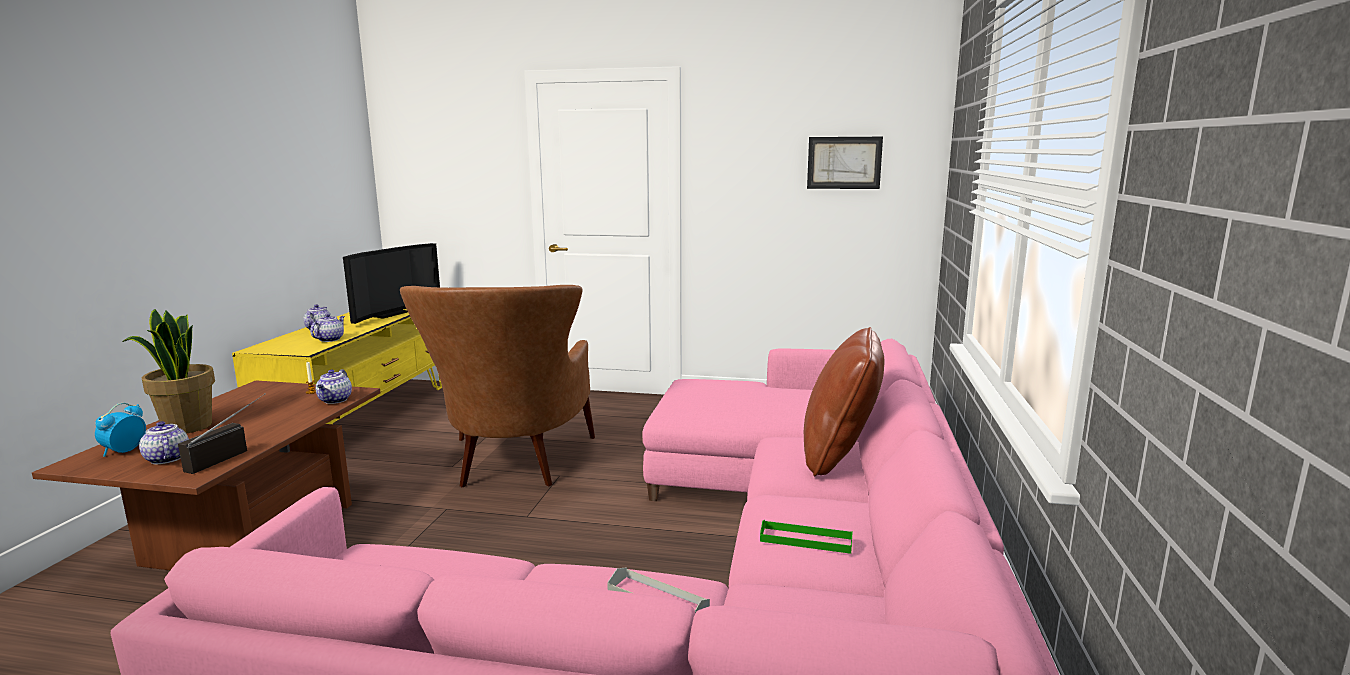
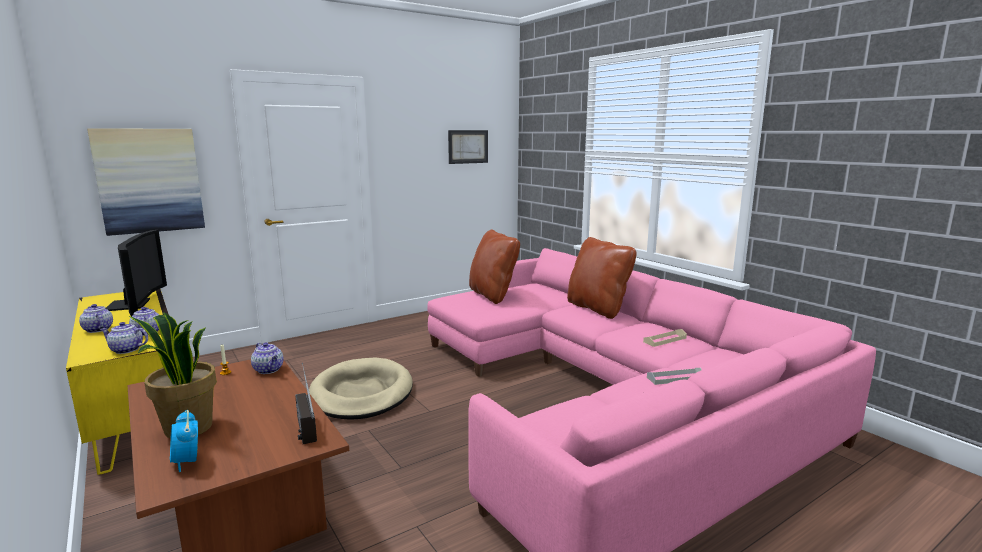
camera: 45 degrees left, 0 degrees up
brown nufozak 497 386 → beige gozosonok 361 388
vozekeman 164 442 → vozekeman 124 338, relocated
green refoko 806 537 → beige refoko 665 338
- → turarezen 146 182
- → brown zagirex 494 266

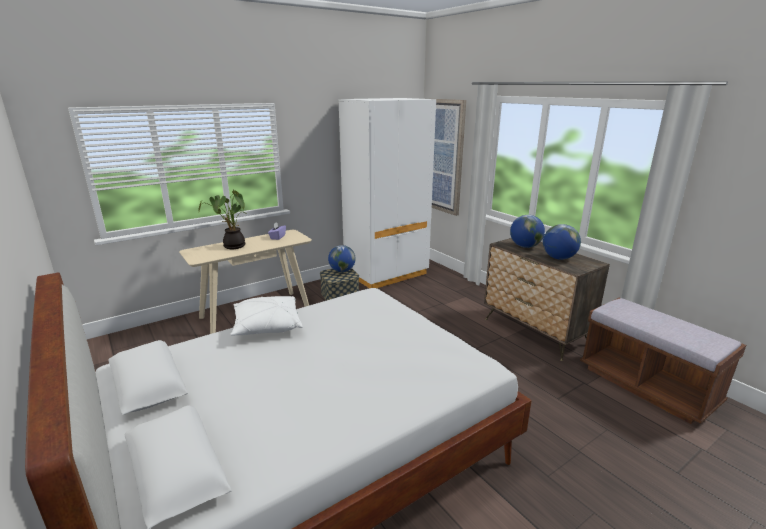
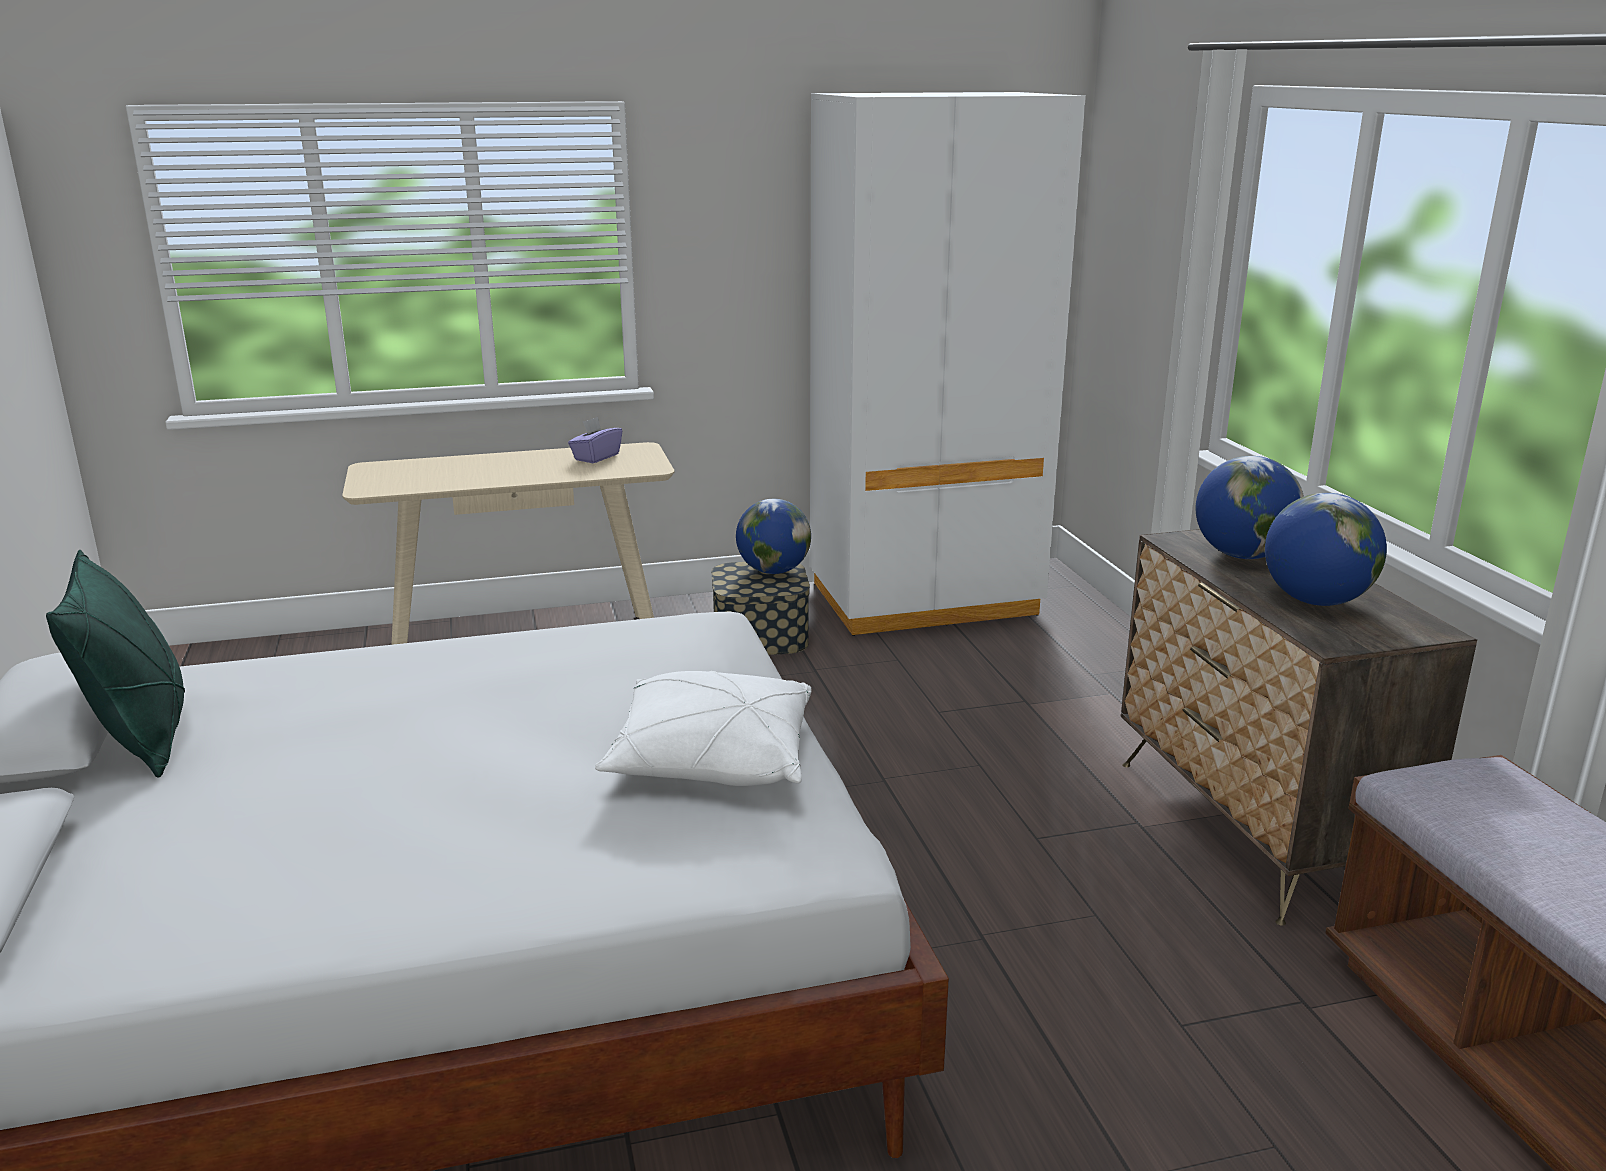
camera: 20 degrees right, 0 degrees up
turarezen 449 157 → -
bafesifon 222 219 → -
white zagirex 266 316 → white zagirex 703 728, relocated
- → green zagirex 115 664

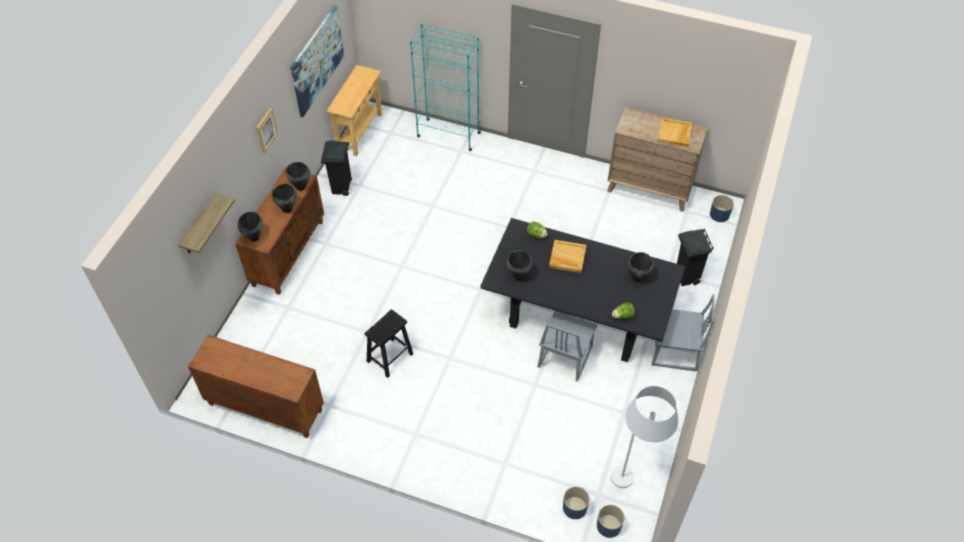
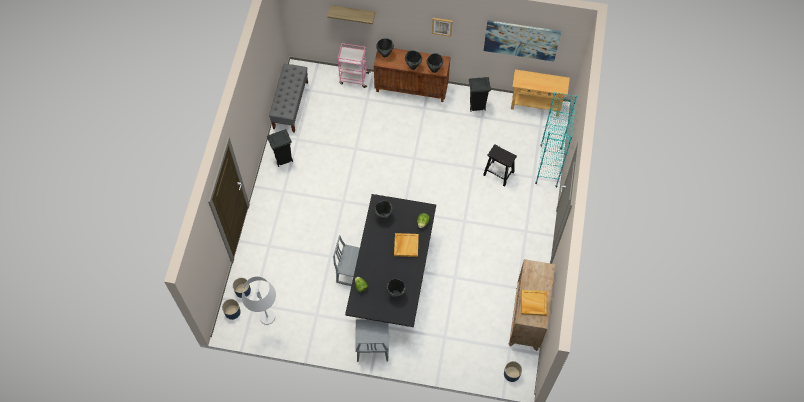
camera: 80 degrees right, 10 degrees up
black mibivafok 695 257 → black mibivafok 280 148, relocated
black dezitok 388 343 → black dezitok 500 165, relocated
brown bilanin 256 386 → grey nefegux 288 98
- → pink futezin 354 65

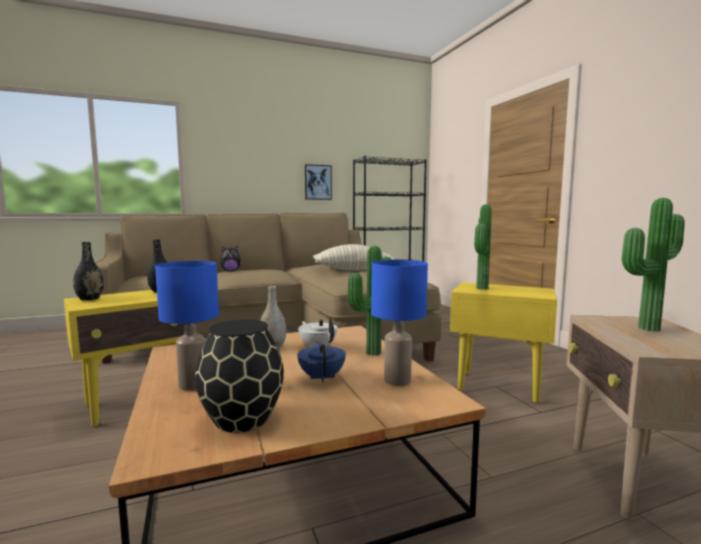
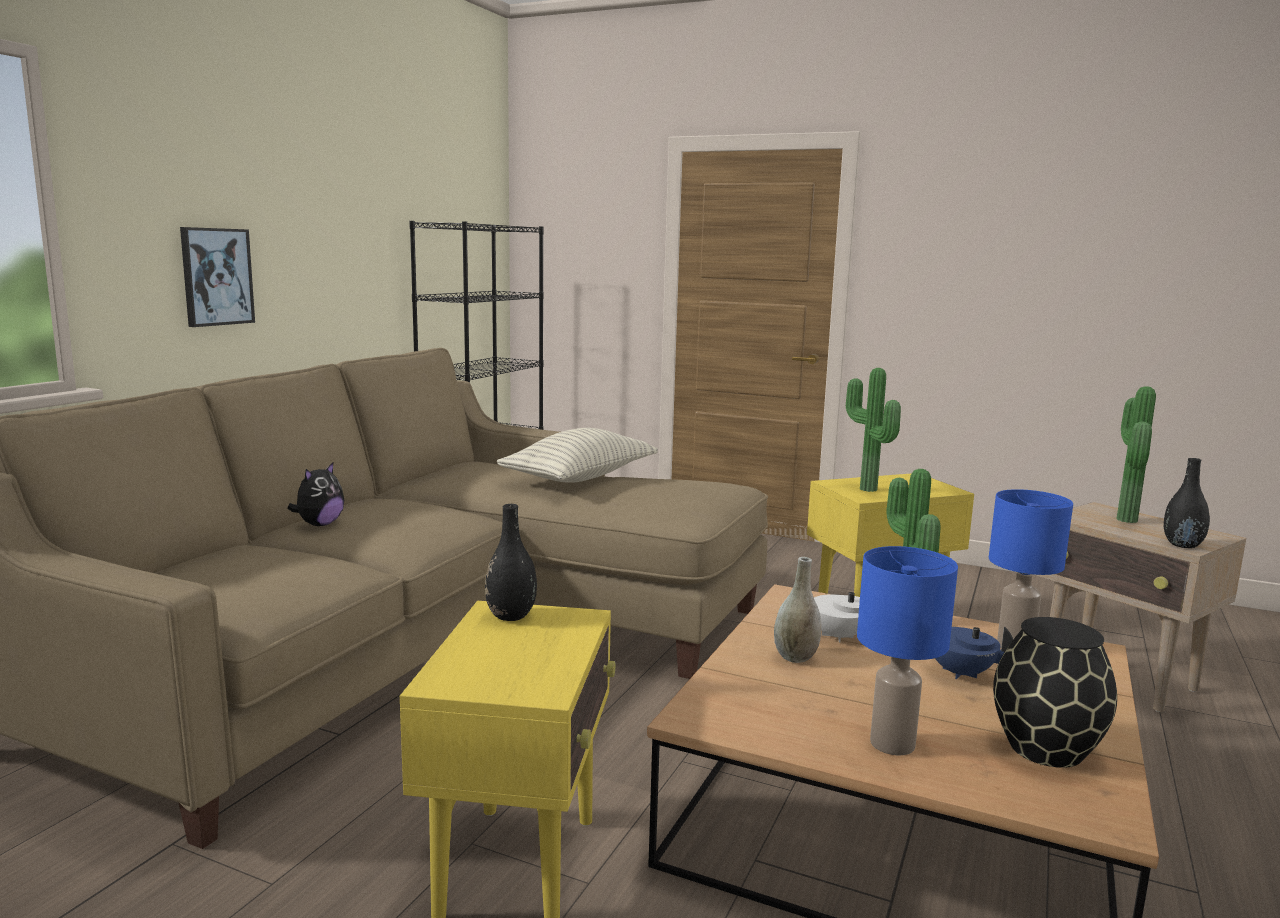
camera: 45 degrees left, 5 degrees up
turarezen 318 182 → turarezen 217 277, relocated
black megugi 88 271 → black megugi 1187 503, relocated

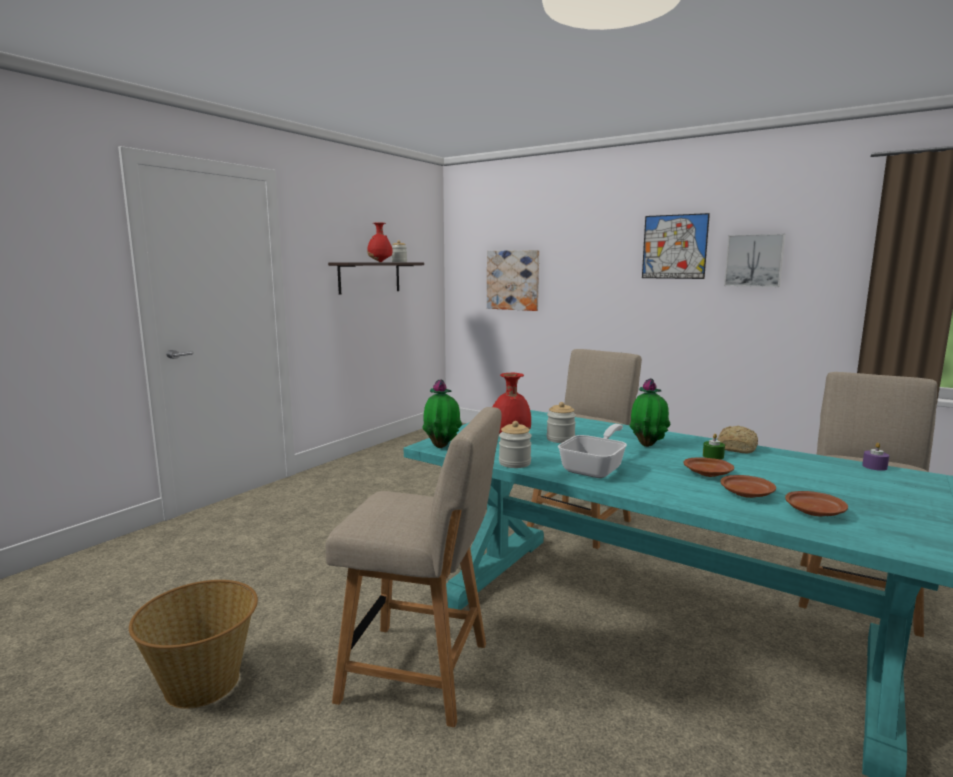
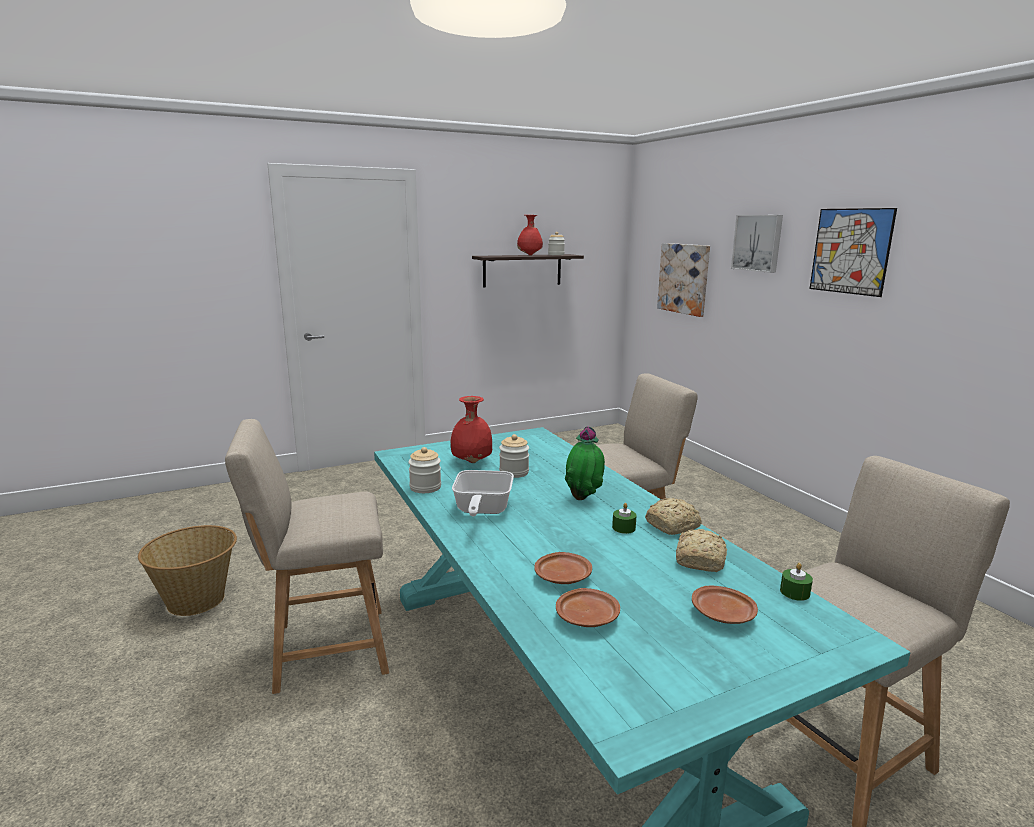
camera: 30 degrees right, 5 degrees up
turarezen 754 260 → turarezen 757 244, relocated
bafesifon 442 413 → -
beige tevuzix 414 567 → beige tevuzix 307 556, 120 degrees clockwise
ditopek 592 451 → ditopek 483 493, 120 degrees clockwise
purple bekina 875 457 → green bekina 796 582
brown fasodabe 709 467 → brown fasodabe 725 605, relocated
- → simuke 701 550

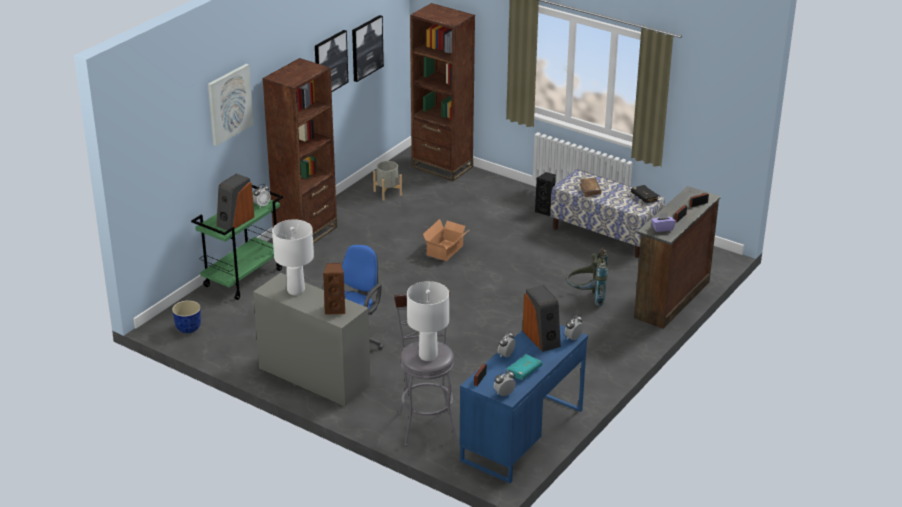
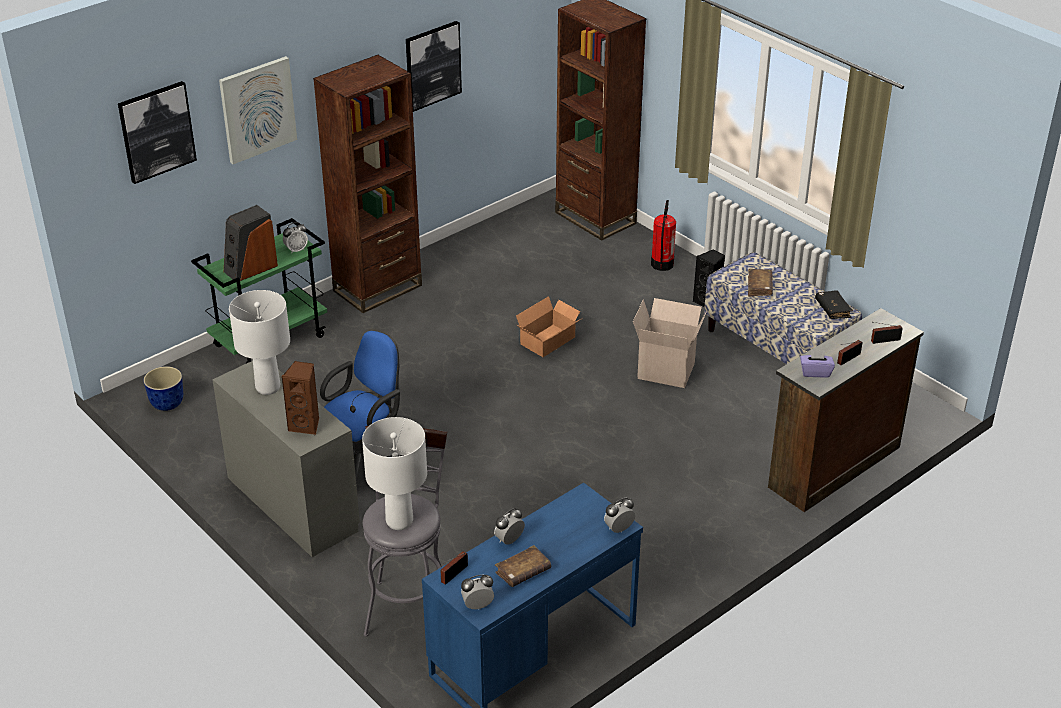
camera: 15 degrees right, 5 degrees up
turarezen 368 48 → turarezen 157 132, relocated
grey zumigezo 387 181 → -
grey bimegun 587 276 → -
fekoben 541 318 → -
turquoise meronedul 524 367 → brown meronedul 523 566
- → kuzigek 663 235
- → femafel 670 343

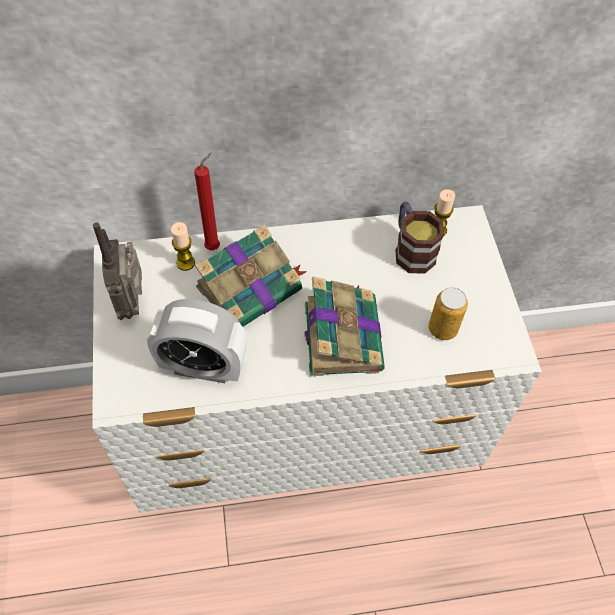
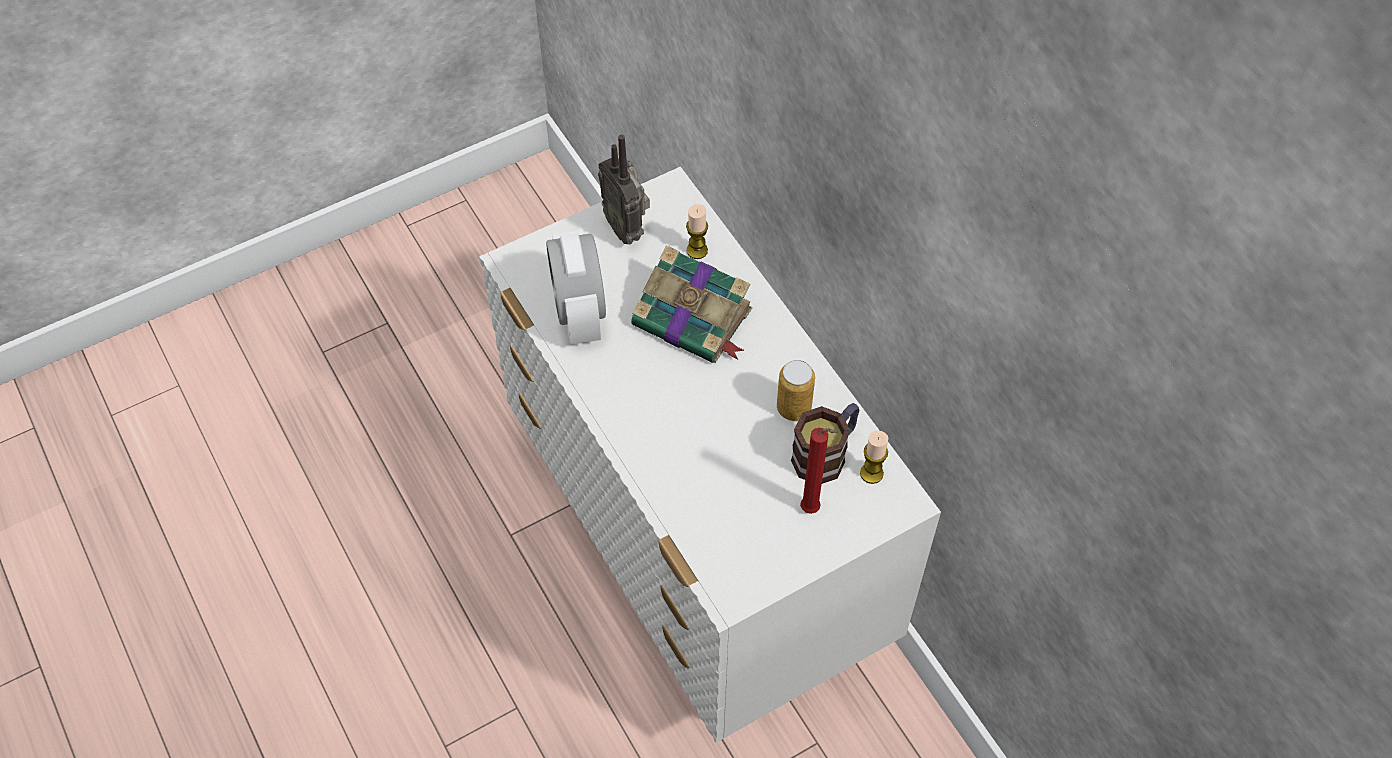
camera: 70 degrees right, 0 degrees up
red bekina 207 201 → red bekina 819 471, relocated
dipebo 117 271 → dipebo 624 189, 90 degrees counterclockwise
meronedul 345 326 → -
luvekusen 448 313 → luvekusen 796 390, relocated

